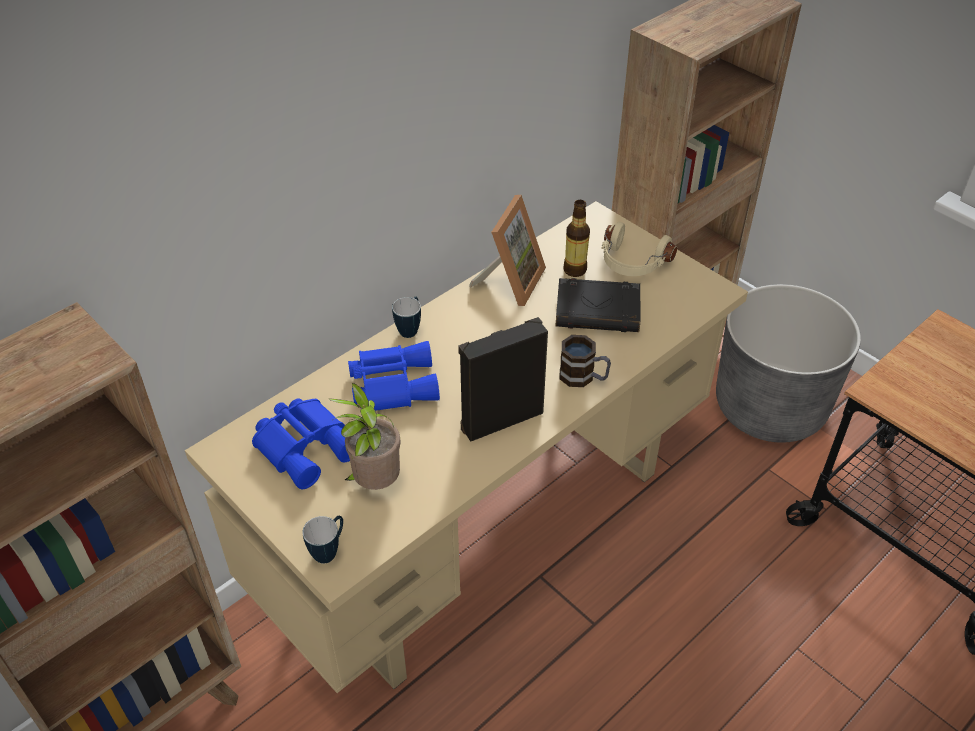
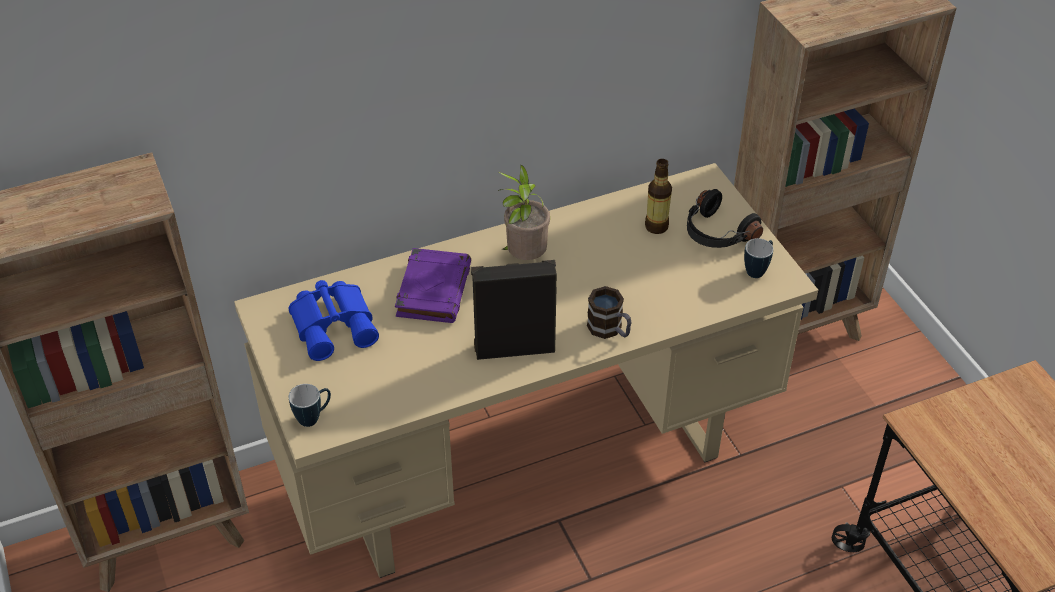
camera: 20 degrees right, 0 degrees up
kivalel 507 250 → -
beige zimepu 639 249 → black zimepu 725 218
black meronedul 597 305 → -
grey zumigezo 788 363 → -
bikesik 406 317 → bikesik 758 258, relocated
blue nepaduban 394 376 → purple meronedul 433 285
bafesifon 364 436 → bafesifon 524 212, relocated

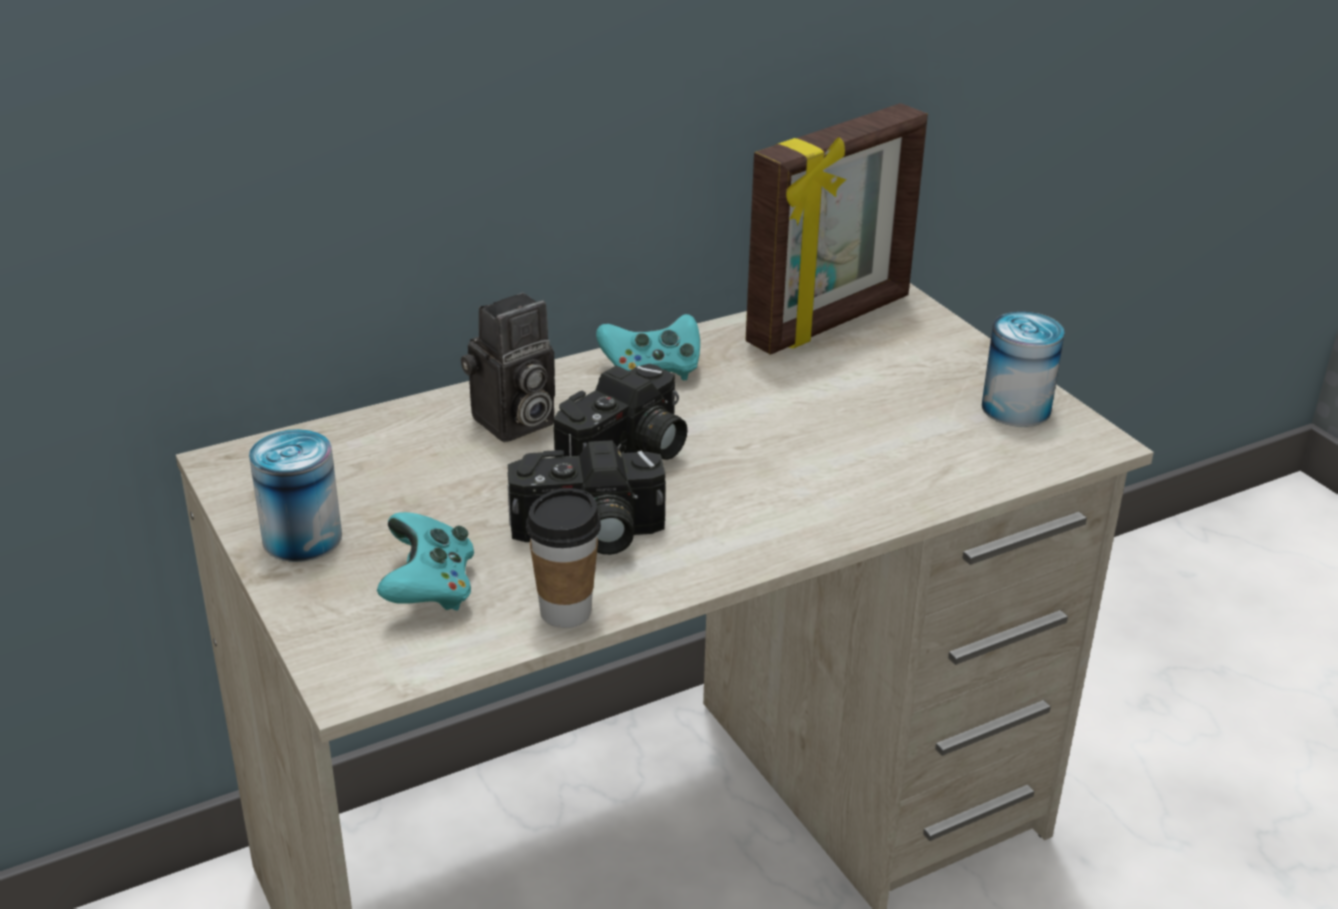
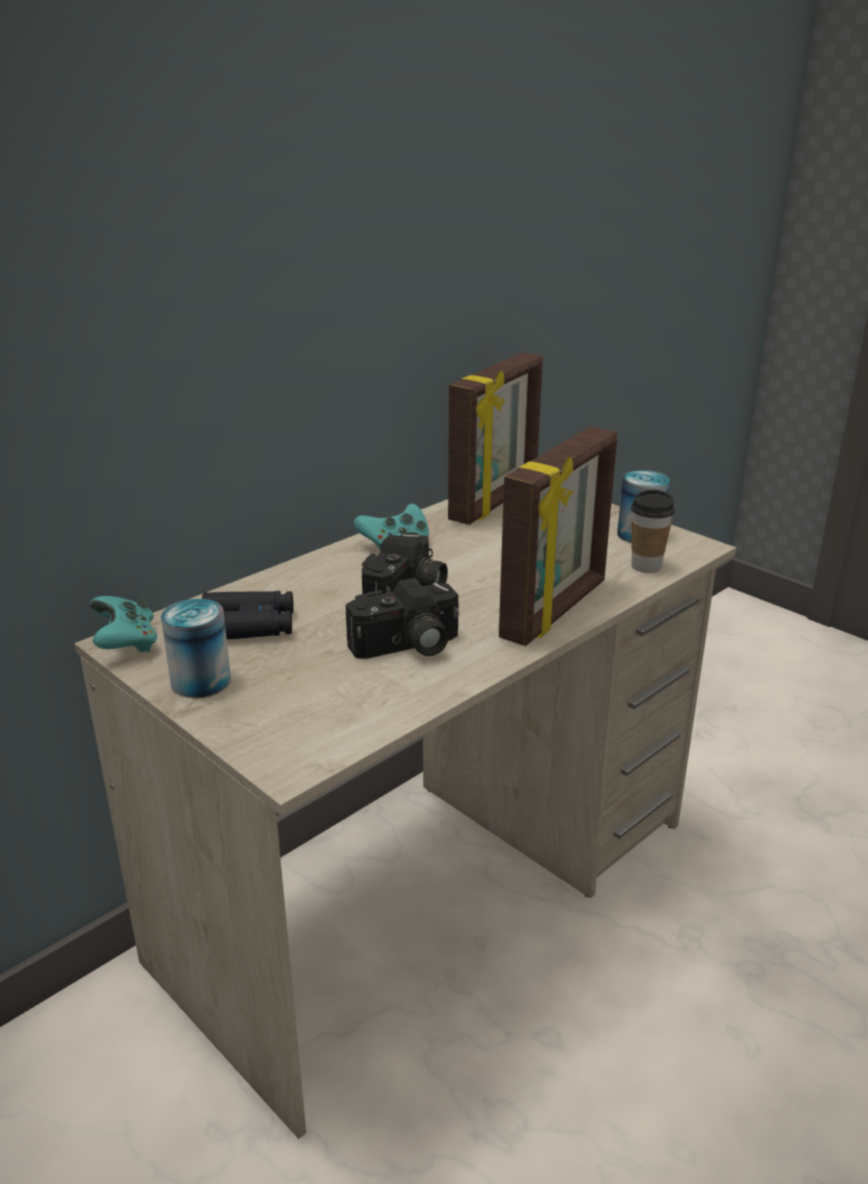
camera: 15 degrees left, 5 degrees down
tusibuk 508 367 → -
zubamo 563 558 → zubamo 653 531, relocated
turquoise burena 425 561 → turquoise burena 123 624, relocated
- → kivalel 558 536
- → black nepaduban 247 615

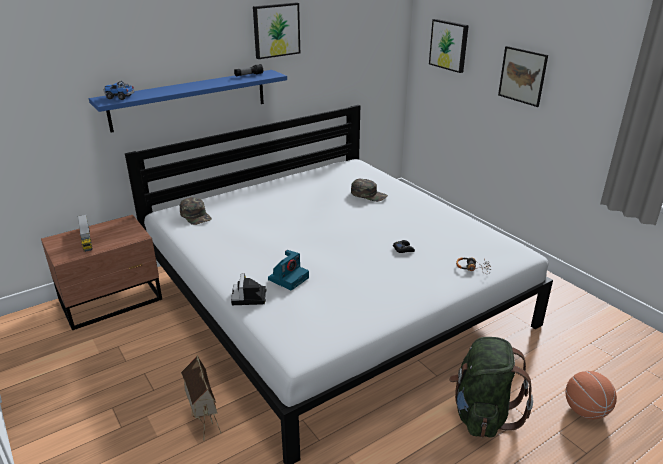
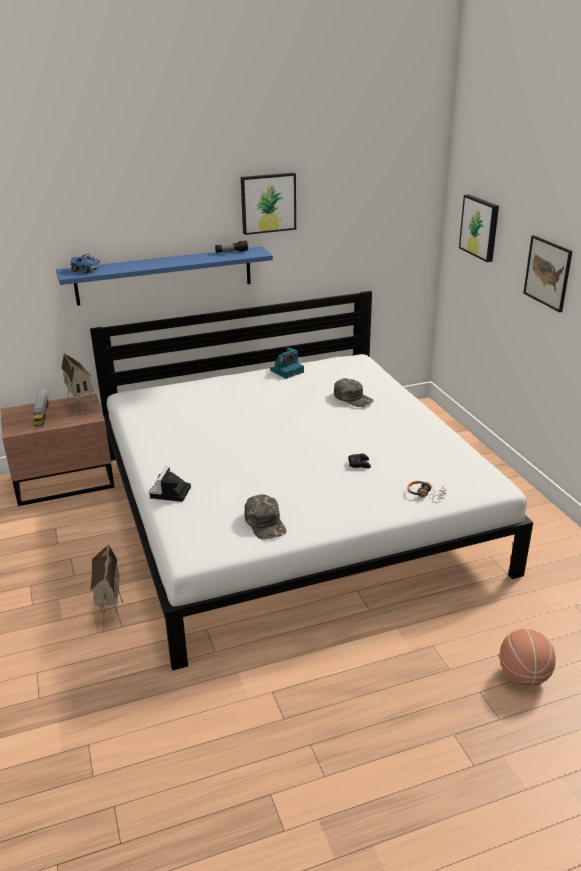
camera: 15 degrees right, 0 degrees up
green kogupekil 195 211 → green kogupekil 265 517, relocated
tusibuk 288 270 → tusibuk 287 363, relocated
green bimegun 491 387 → -
- → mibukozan 77 384

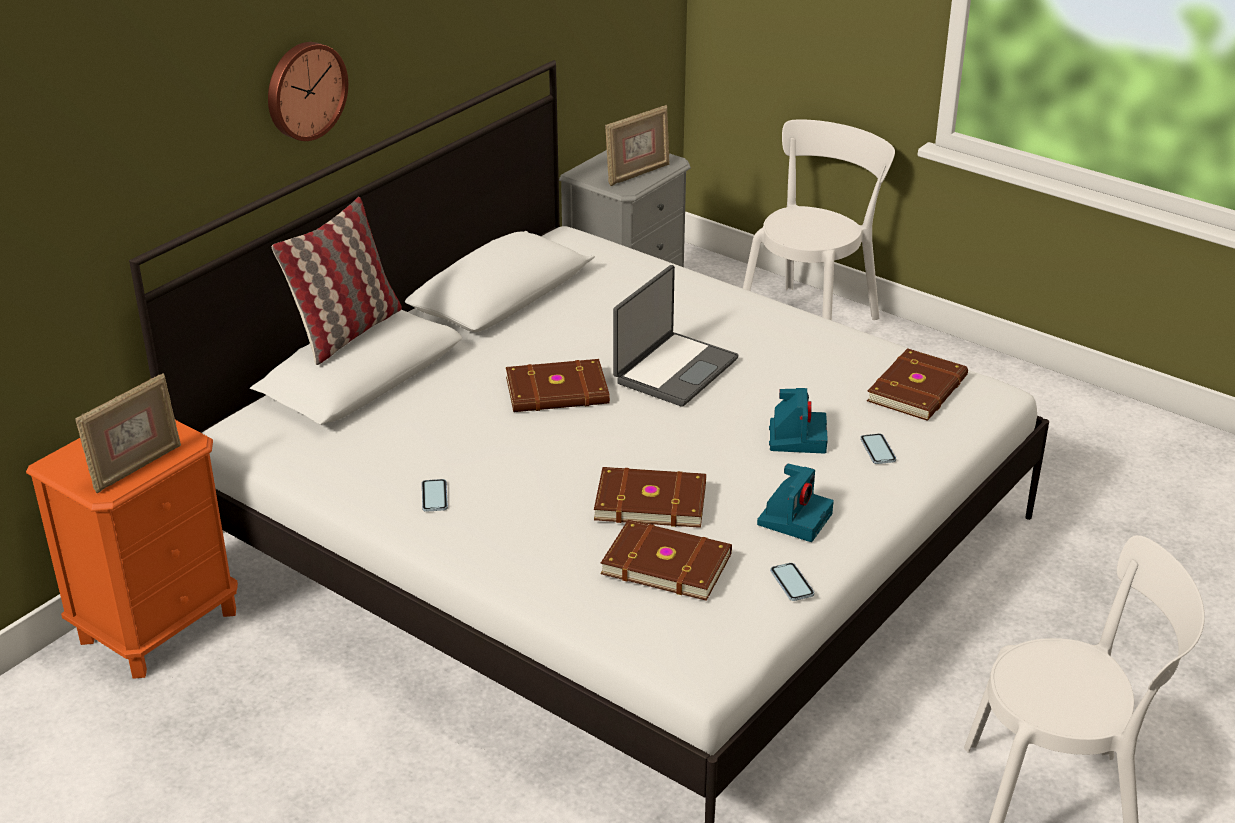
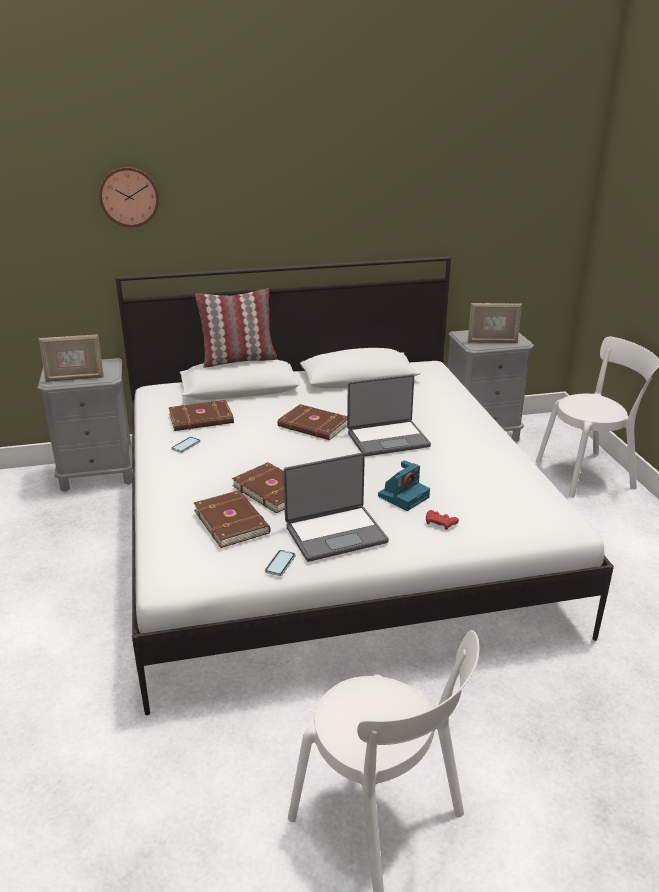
camera: 40 degrees right, 5 degrees down
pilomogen 308 91 → pilomogen 129 196, relocated
brown meronedul 917 384 → brown meronedul 201 415, relocated
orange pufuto 132 549 → grey pufuto 85 425
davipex 878 449 → red burena 442 520
tusibuk 795 503 → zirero 336 507

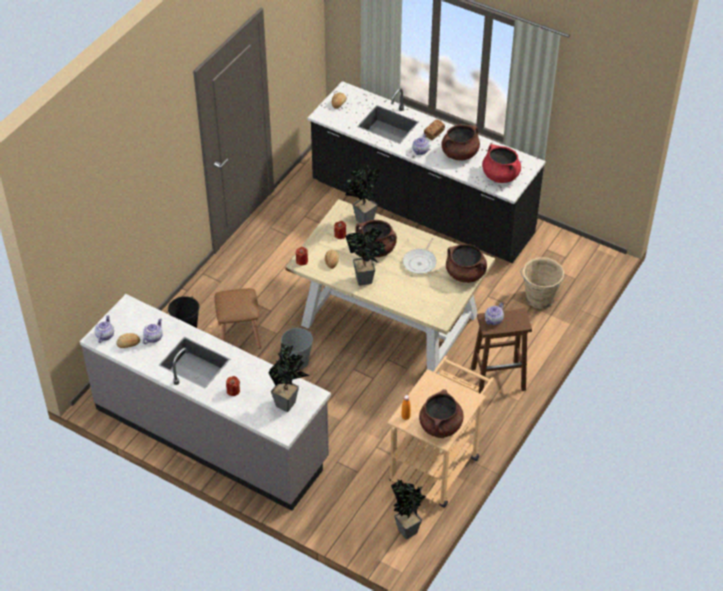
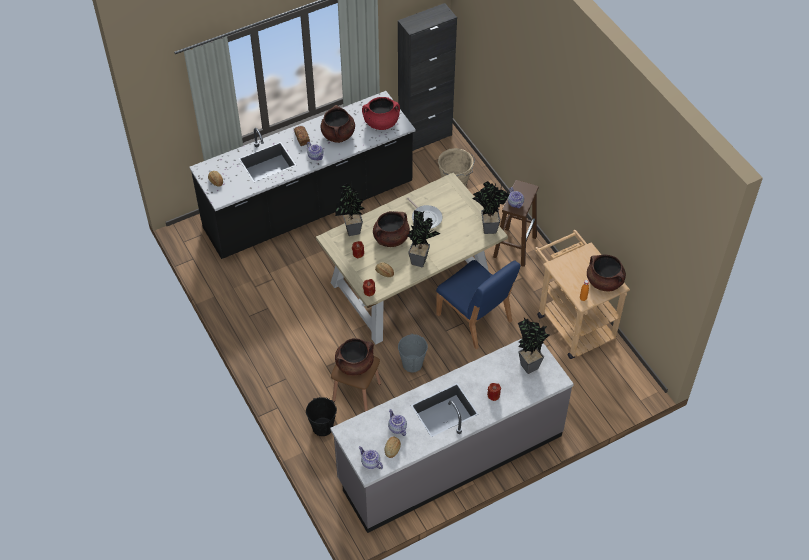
camera: 60 degrees left, 5 degrees up
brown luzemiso 466 263 → brown luzemiso 354 357, relocated
bafesifon 408 509 → bafesifon 491 207, relocated
- → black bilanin 427 77
- → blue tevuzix 478 304

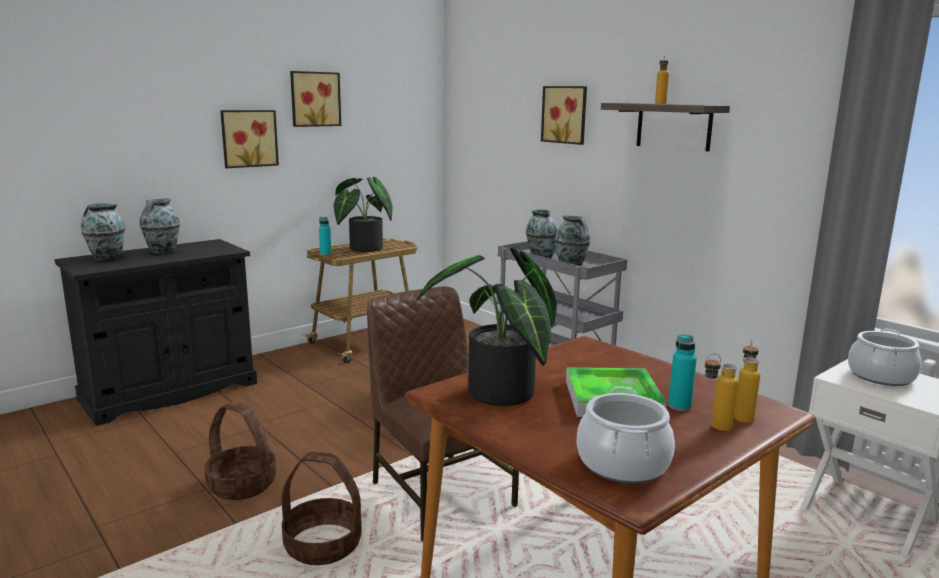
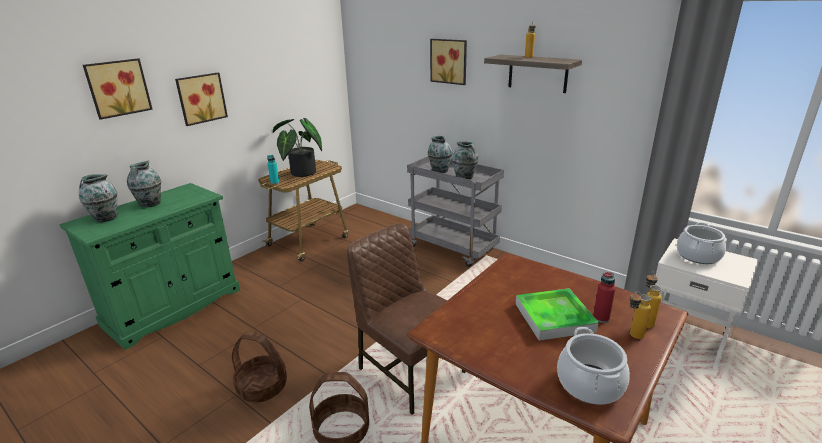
camera: 10 degrees left, 10 degrees up
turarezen 315 99 → turarezen 118 89, relocated
black bilanin 156 332 → green bilanin 149 266
bafesifon 486 327 → -
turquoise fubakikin 682 372 → red fubakikin 604 297

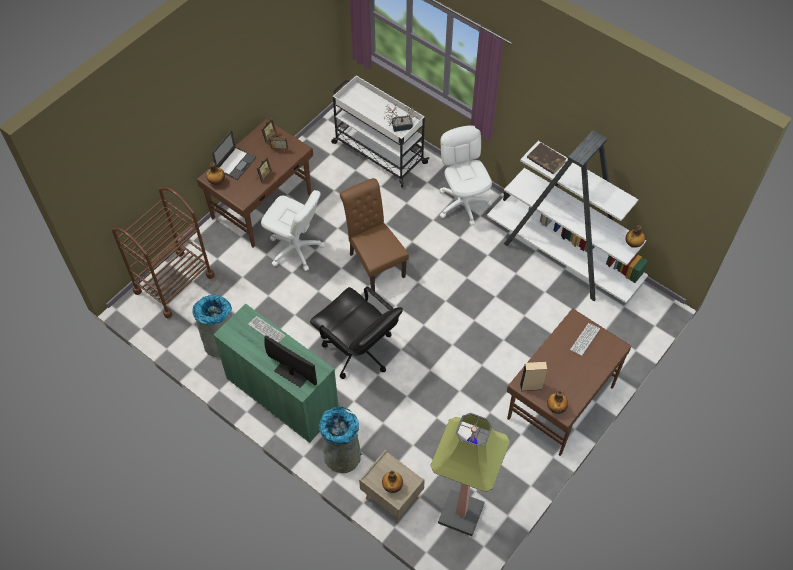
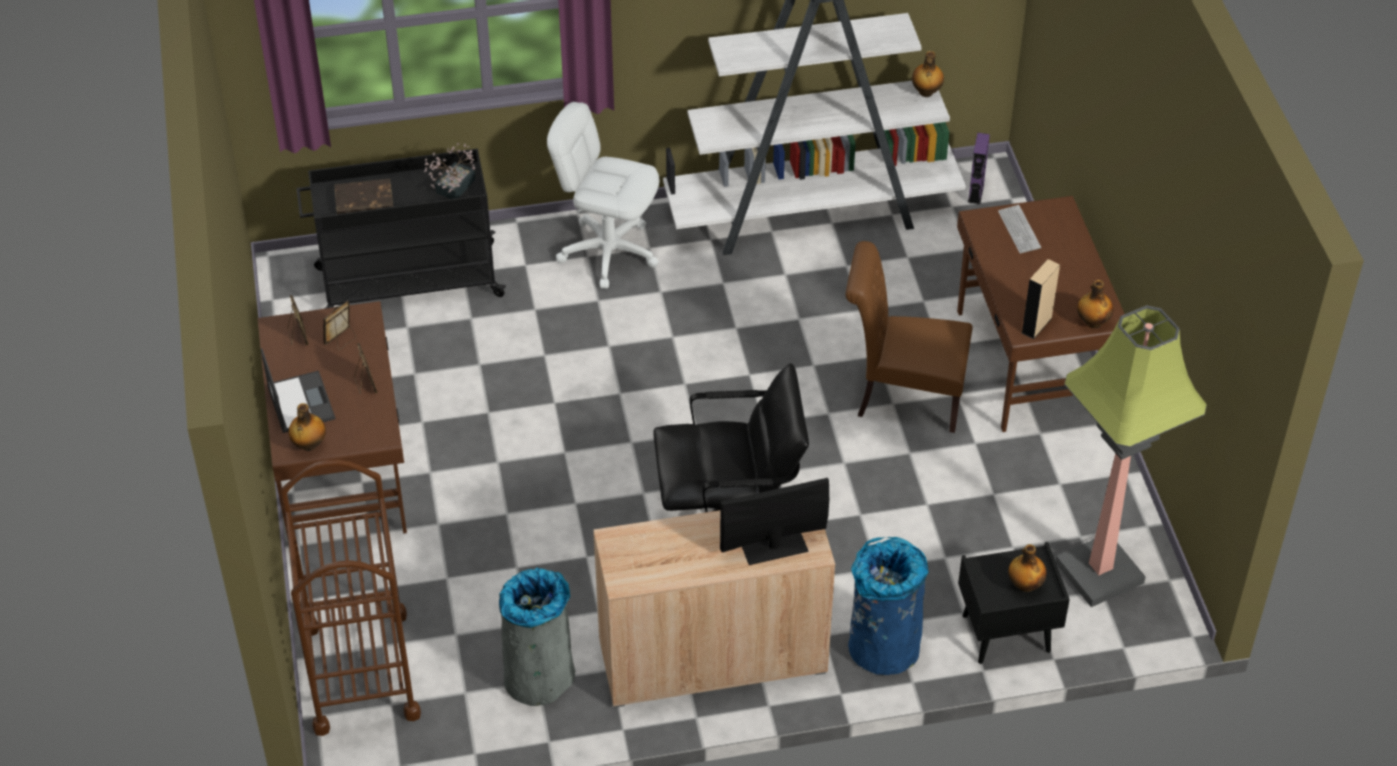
camera: 50 degrees left, 10 degrees down
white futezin 380 131 → black futezin 401 229
brown meronedul 546 158 → brown meronedul 363 196, relocated
brown tevuzix 374 234 → brown tevuzix 909 337, relocated
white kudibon 293 230 → -
green bilanin 276 373 → beige bilanin 714 609
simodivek 266 329 → -
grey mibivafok 340 440 → blue mibivafok 888 606
beige pufuto 392 486 → black pufuto 1014 603
- → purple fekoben 979 169

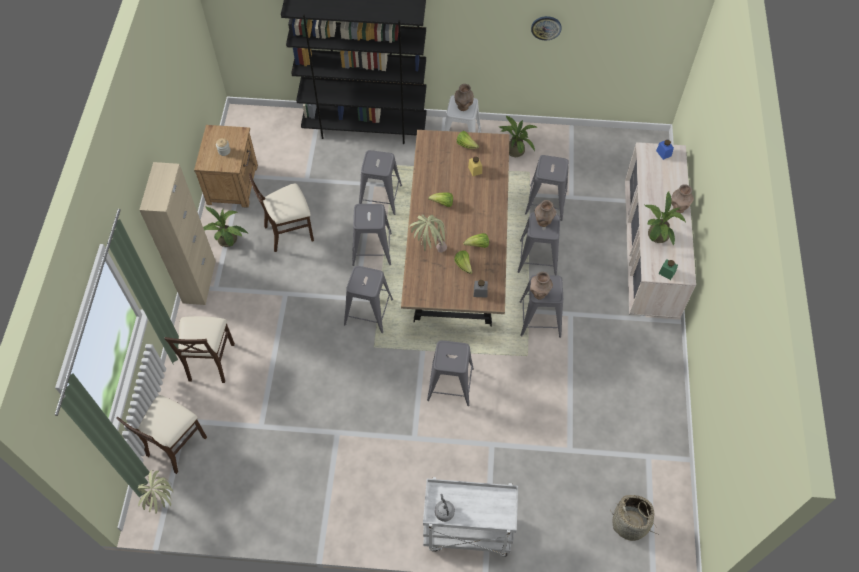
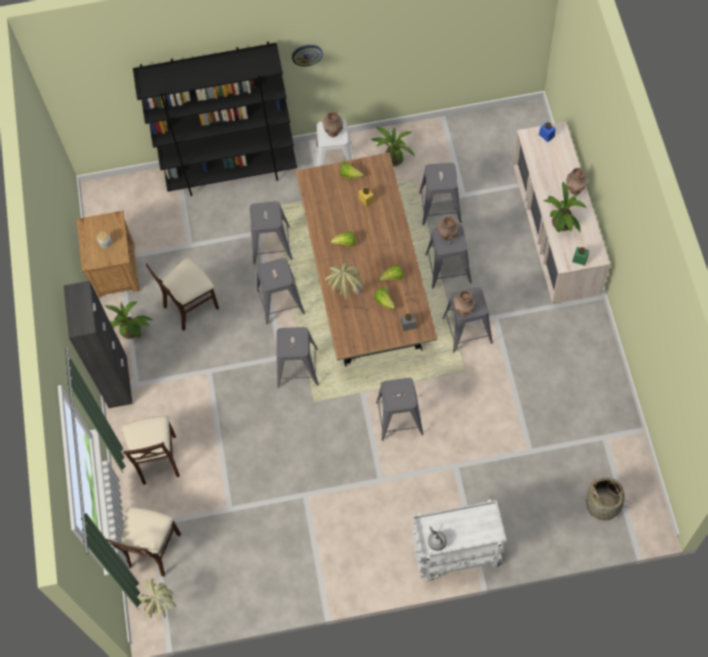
camera: 10 degrees left, 5 degrees up
pilomogen 546 28 → pilomogen 307 55, relocated
beige bilanin 177 233 → black bilanin 98 344

